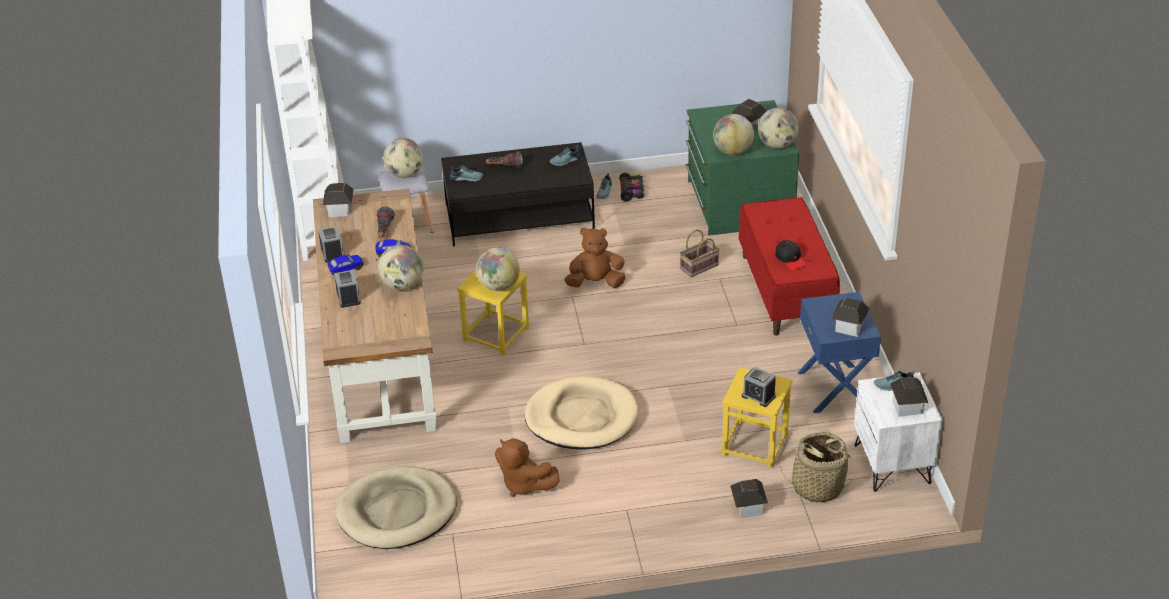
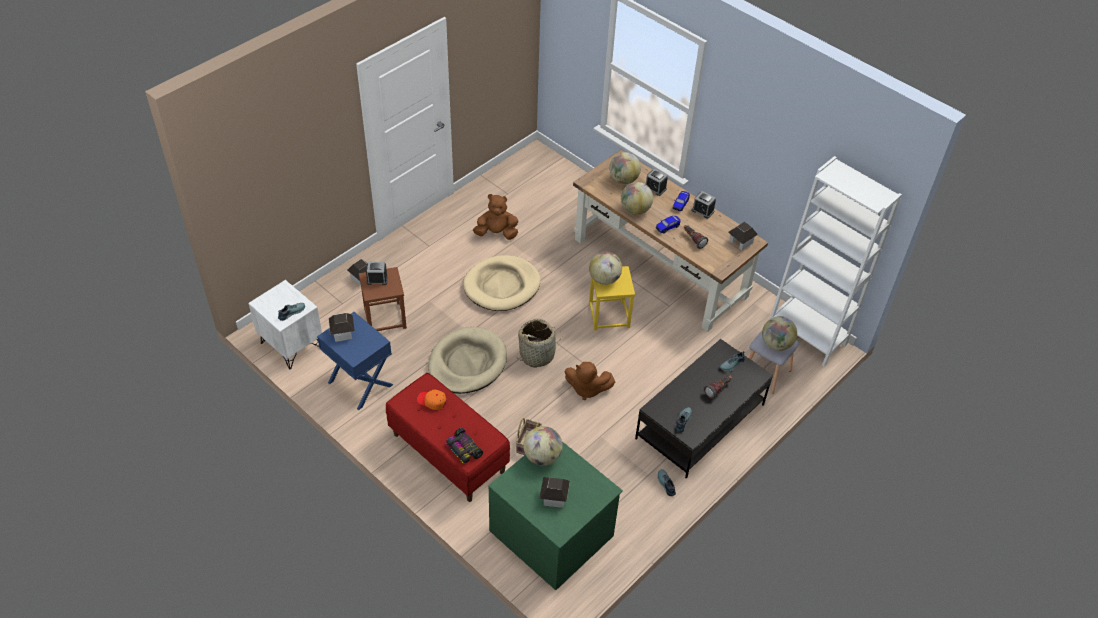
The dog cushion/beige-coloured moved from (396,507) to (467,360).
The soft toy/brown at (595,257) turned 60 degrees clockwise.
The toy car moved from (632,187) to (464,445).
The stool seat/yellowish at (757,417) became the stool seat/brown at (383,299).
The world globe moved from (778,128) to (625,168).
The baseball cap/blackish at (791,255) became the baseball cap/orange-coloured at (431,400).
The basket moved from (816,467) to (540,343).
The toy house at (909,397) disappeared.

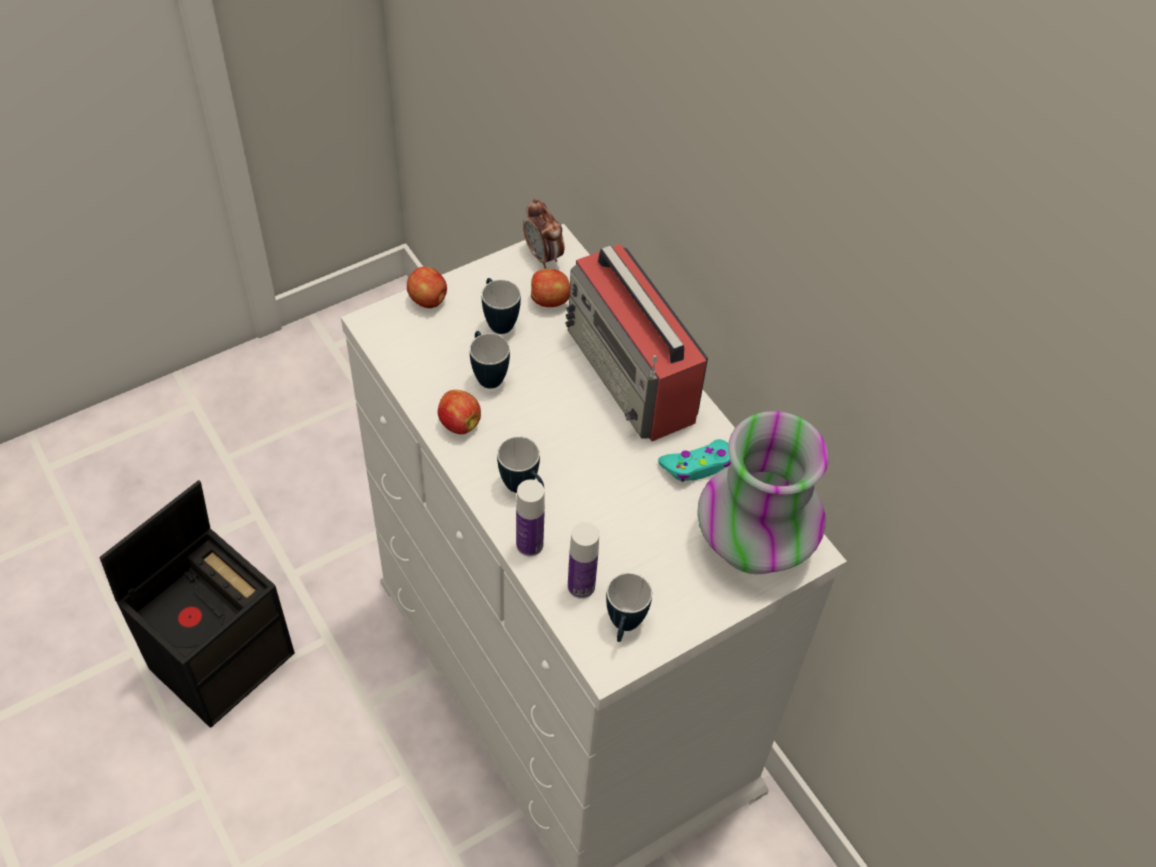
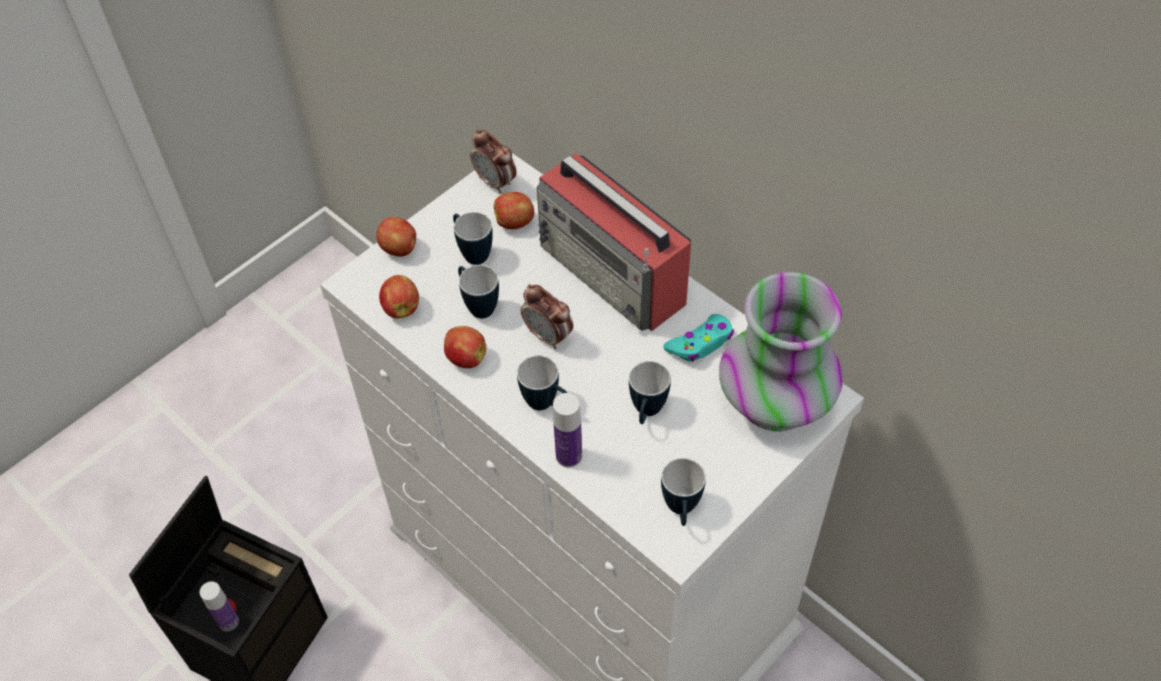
The beverage bottle moved from (583,560) to (219,606).
The apple at (399,296) appeared.
The alarm clock at (547,316) appeared.
The coffee mug at (650,392) appeared.

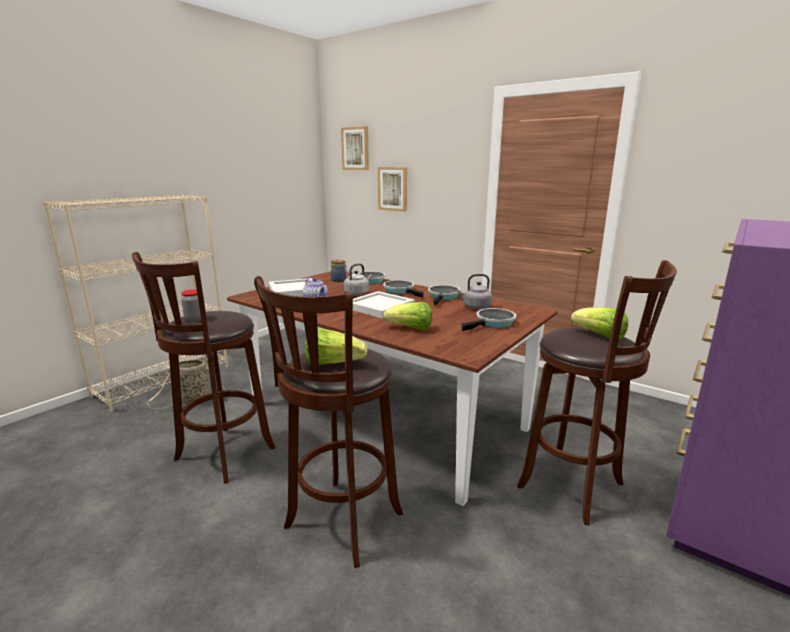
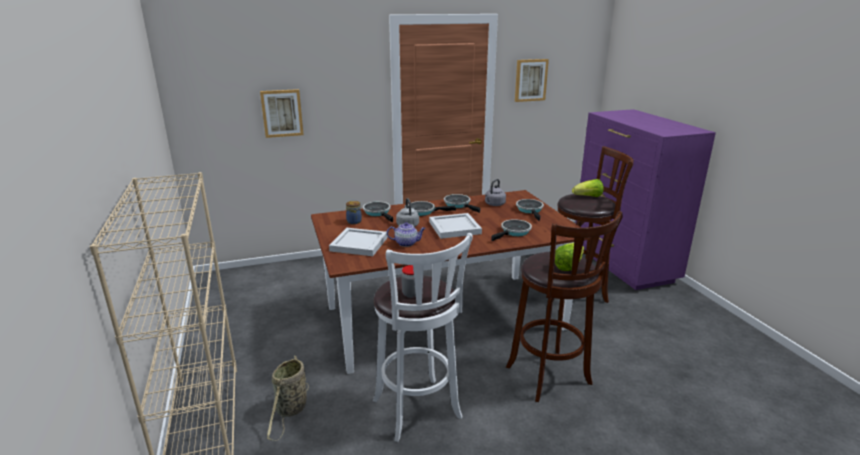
The stool seat/brown at (204,368) became the stool seat/white-coloured at (423,337).
The wall picture moved from (355,148) to (532,80).
The lettuce head at (408,316) was replaced by the frying pan at (511,230).

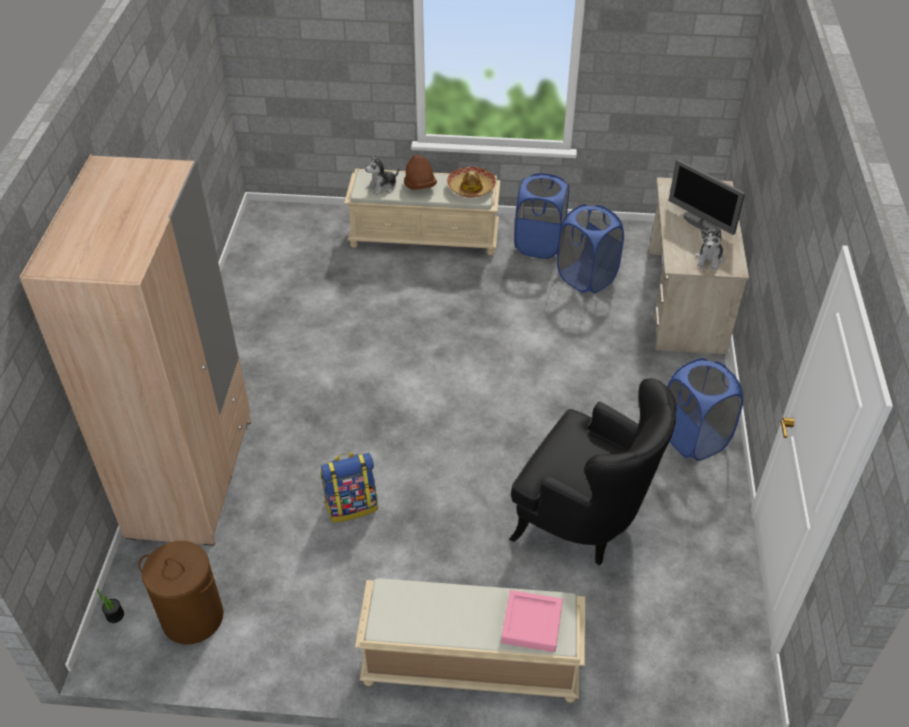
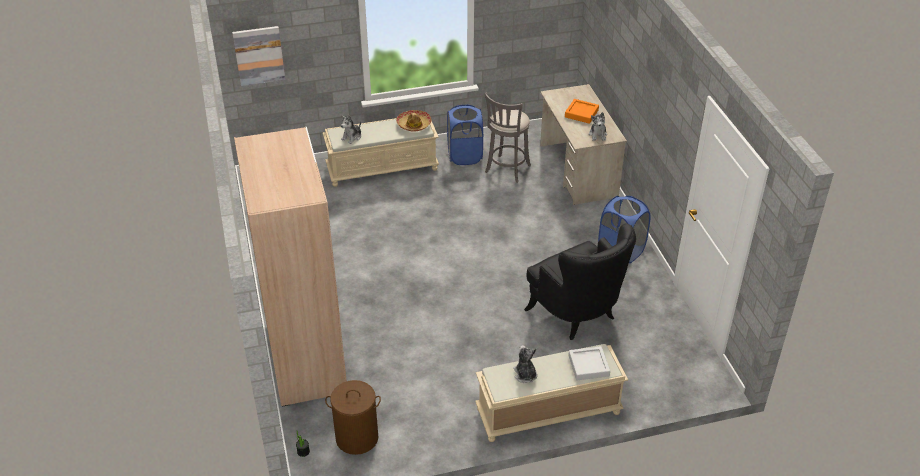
The knapsack at (349,487) disappeared.
The wearable hat/brown at (420,172) disappeared.
The tray/pinkish at (532,621) became the tray/gray at (589,363).
The lounge chair/blackish at (592,472) turned 45 degrees clockwise.
The laundry basket/bluish at (590,248) was replaced by the stool seat/gray at (507,138).
The monitor at (707,197) was replaced by the tray/orange-coloured at (582,111).
The wall picture at (258,56) appeared.
The soft toy at (525,364) appeared.

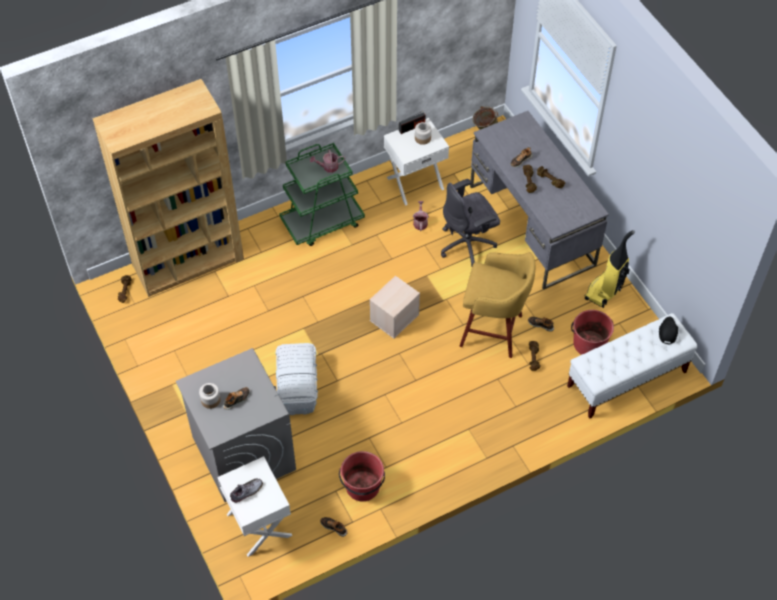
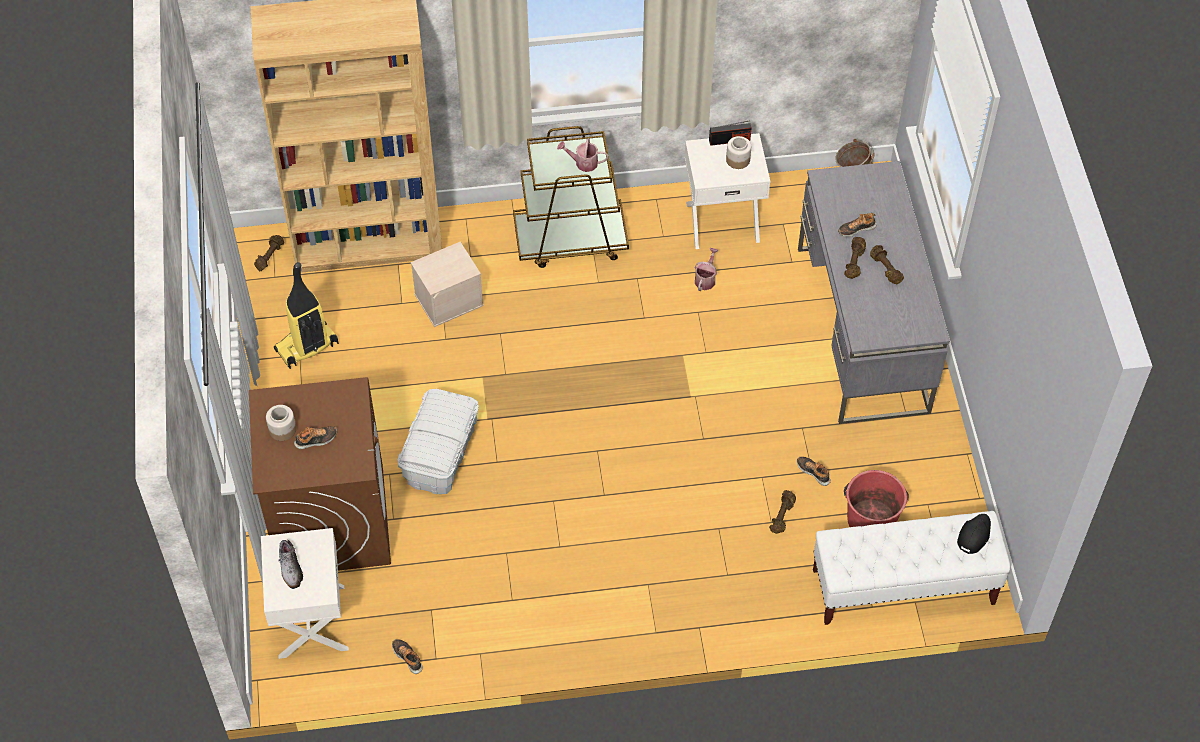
The laundry machine/gray at (236,425) became the laundry machine/brown at (320,474).
The item of footwear at (246,491) turned 90 degrees clockwise.
The trolley/green-coloured at (322,194) became the trolley/brown at (571,197).
The pail/reddish at (362,476) disappeared.
The storage box/beige-coloured moved from (395,307) to (447,284).
The desk chair/gray at (470,222) disappeared.
The stool seat/yellowish at (497,305) disappeared.
The vacuum moved from (610,269) to (306,315).

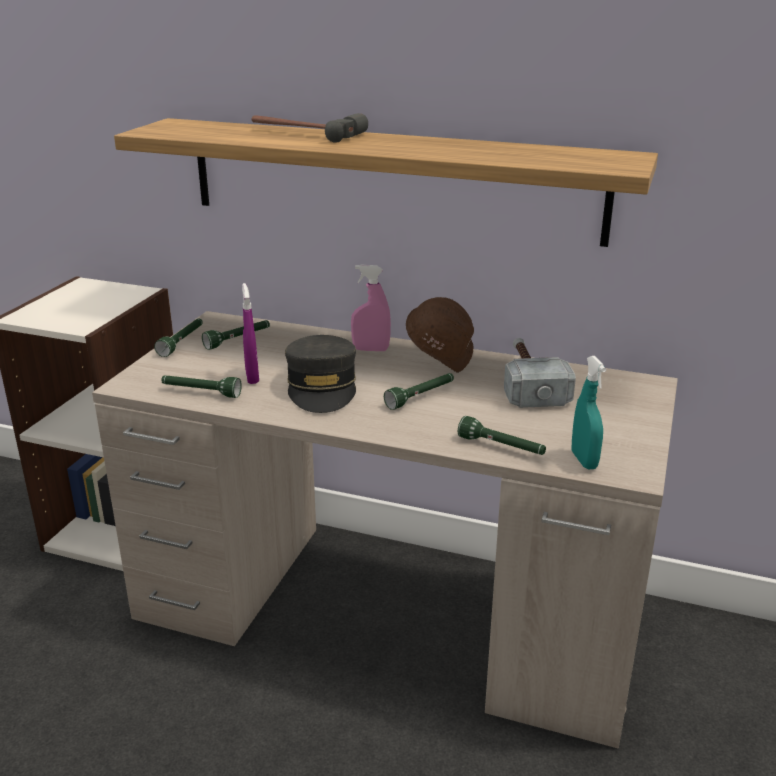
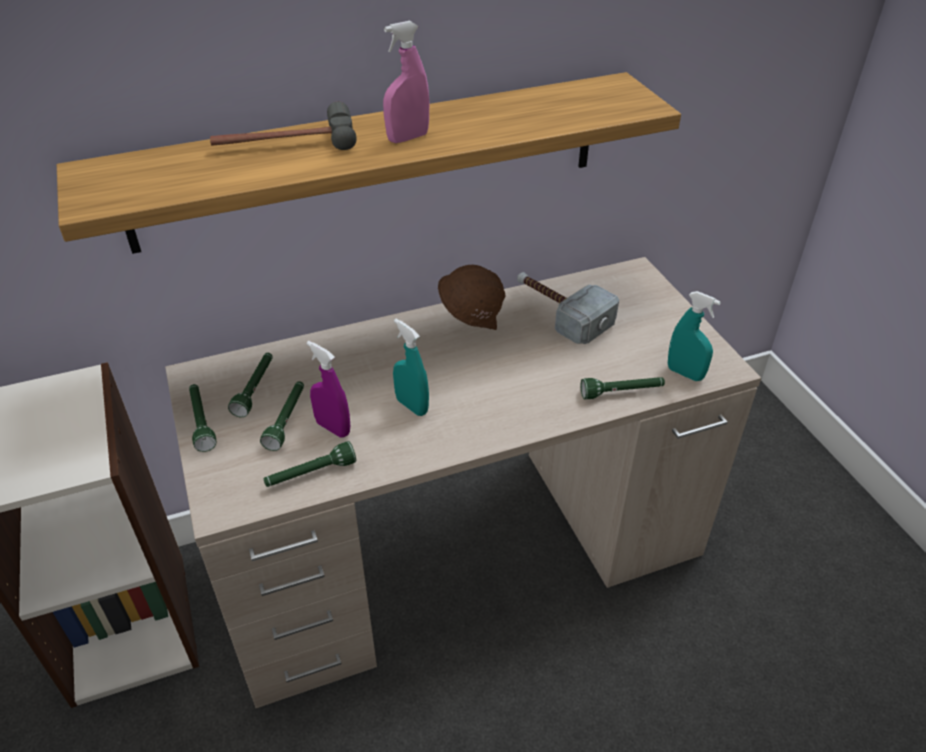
The baseball cap/gray at (320,374) was replaced by the sprayer/blue-green at (411,367).
The sprayer/pinkish moved from (371,307) to (406,82).
The torch/green-coloured moved from (419,391) to (282,416).

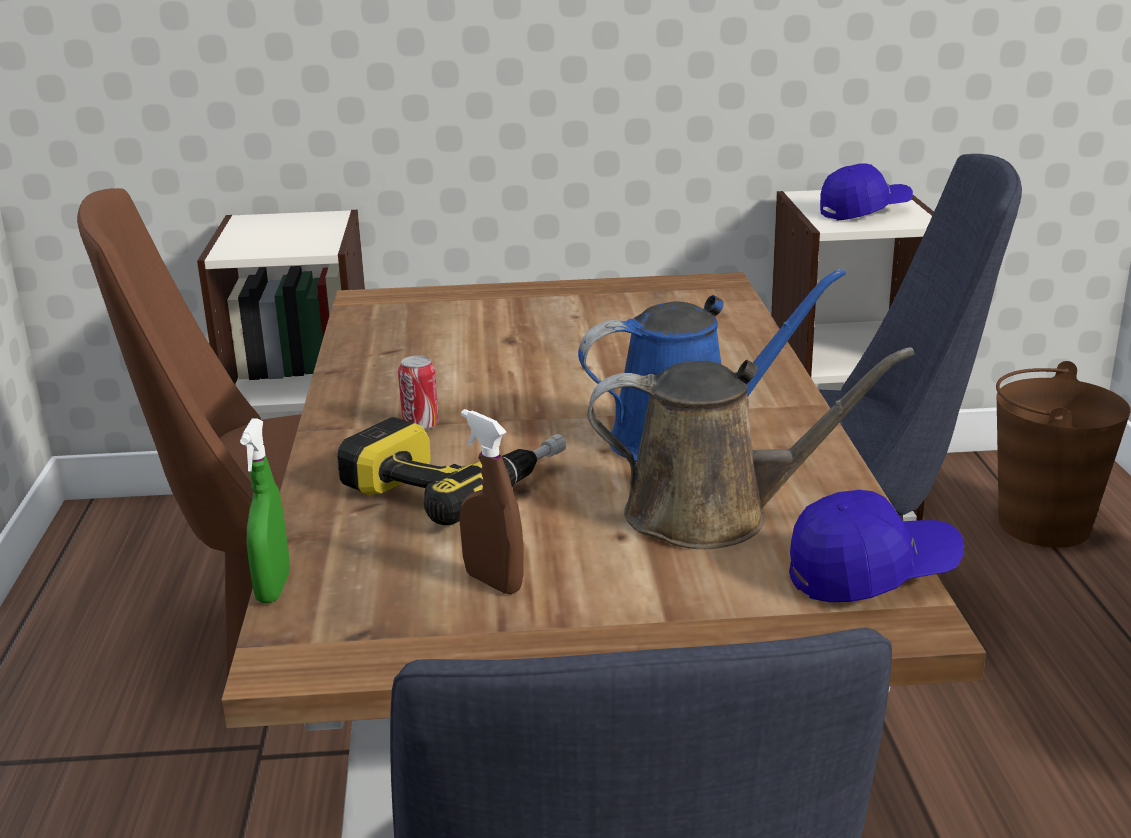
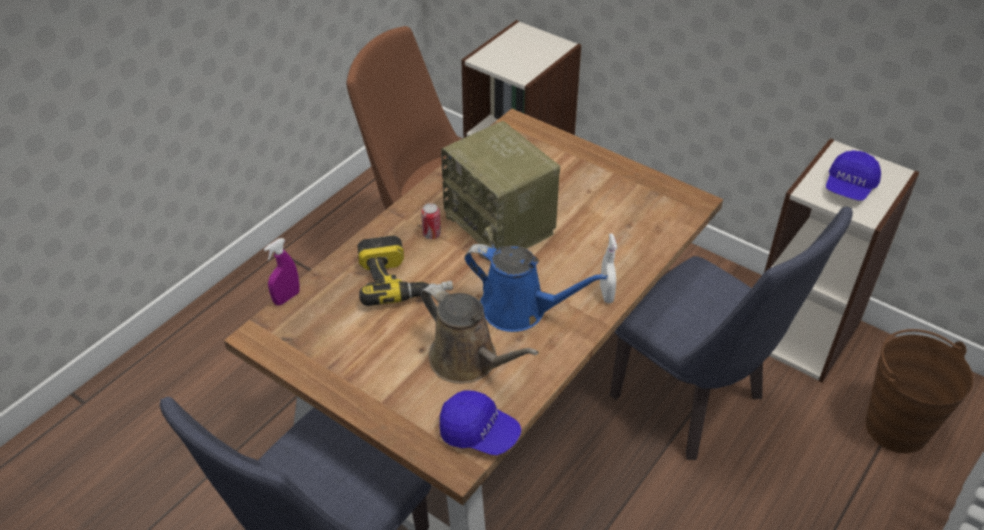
The sprayer/green-coloured at (265,510) became the sprayer/purplish at (282,272).
The sprayer/brown at (492,501) disappeared.
The baseball cap/bluish at (866,192) turned 105 degrees clockwise.
The radio at (500,191) appeared.
The sprayer/white-coloured at (608,268) appeared.

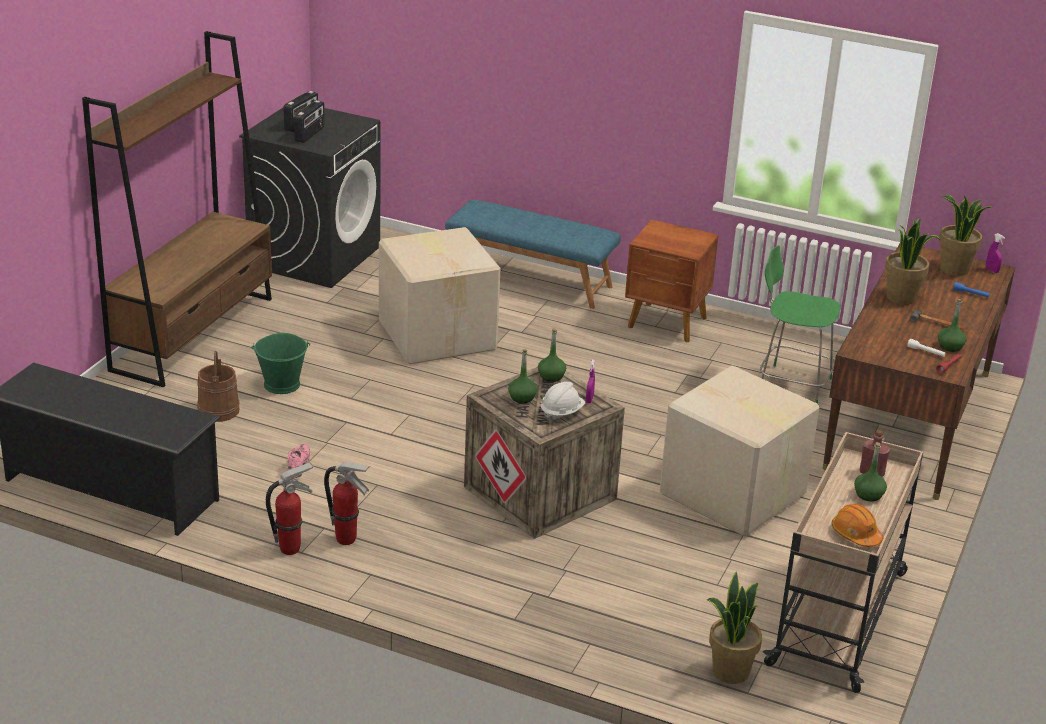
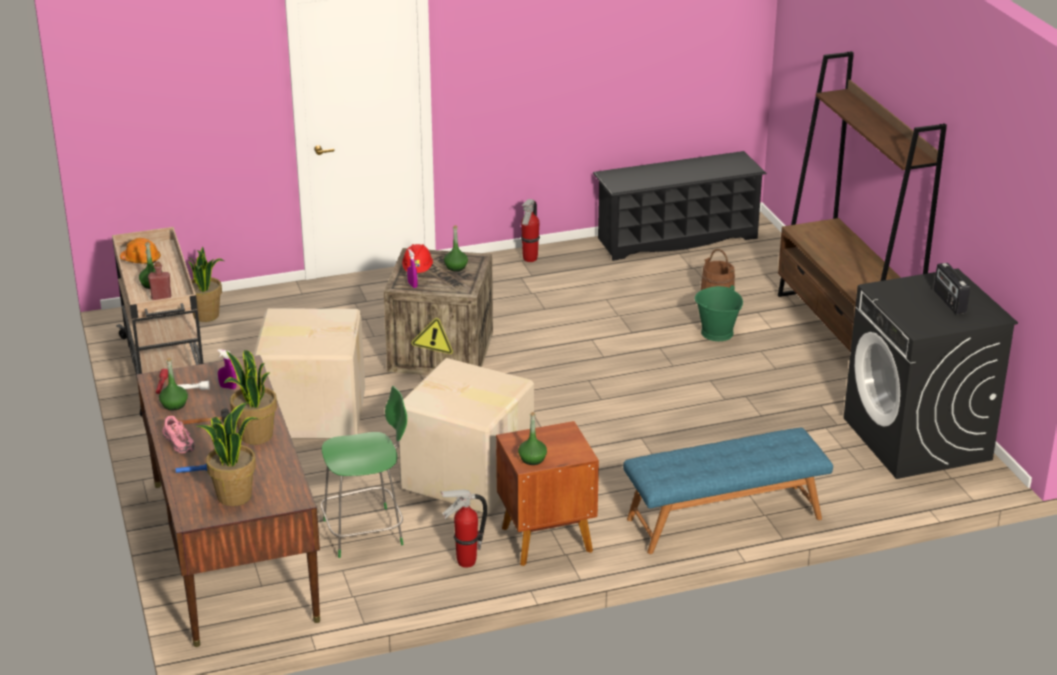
The item of footwear/pinkish moved from (298,461) to (179,434).
The radio at (309,121) disappeared.
The fire-fighting cylinder moved from (347,503) to (463,529).
The cardboard box moved from (440,295) to (466,436).
The beverage bottle/green-coloured moved from (552,355) to (532,438).
The work helmet/white-coloured at (563,401) became the work helmet/reddish at (417,258).
The sprayer/purplish moved from (995,253) to (227,369).

